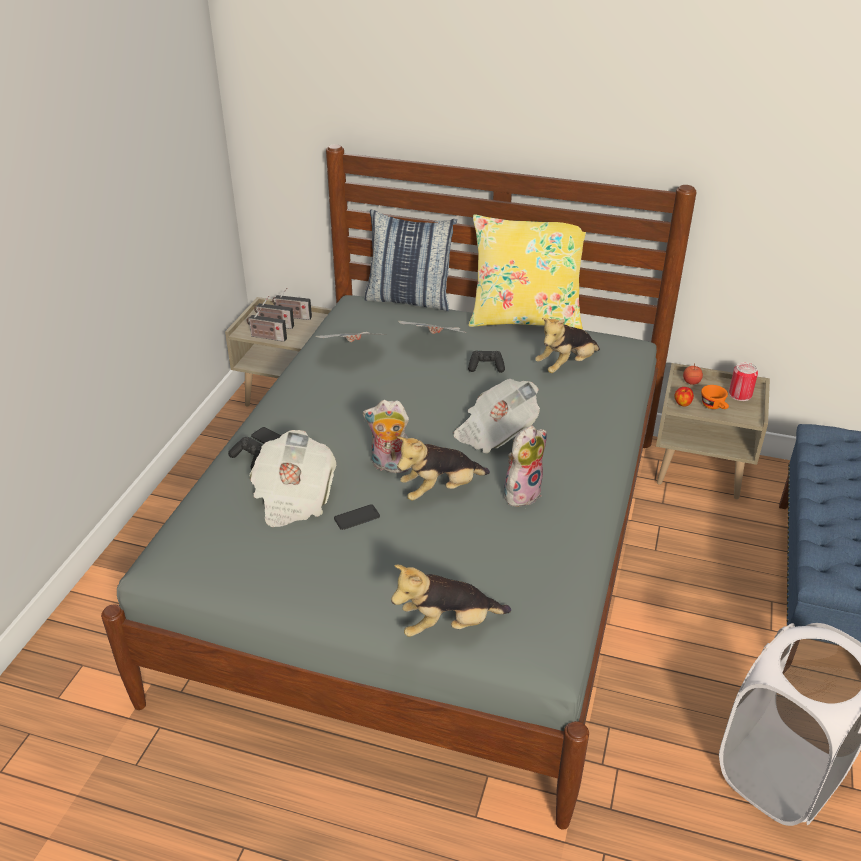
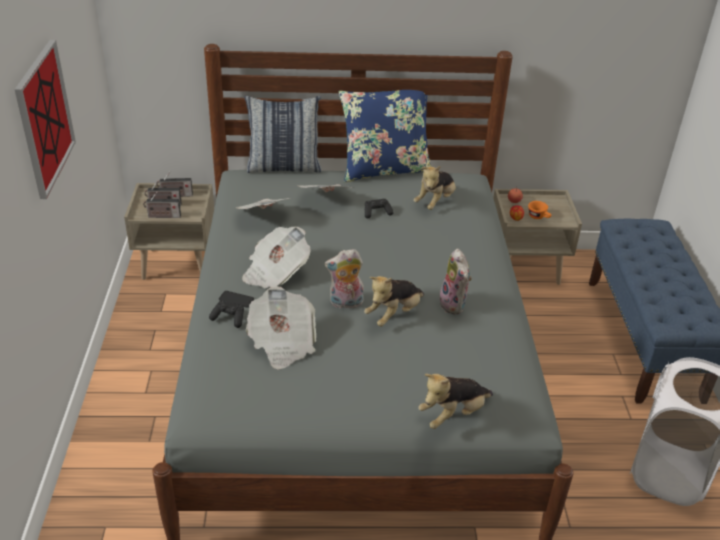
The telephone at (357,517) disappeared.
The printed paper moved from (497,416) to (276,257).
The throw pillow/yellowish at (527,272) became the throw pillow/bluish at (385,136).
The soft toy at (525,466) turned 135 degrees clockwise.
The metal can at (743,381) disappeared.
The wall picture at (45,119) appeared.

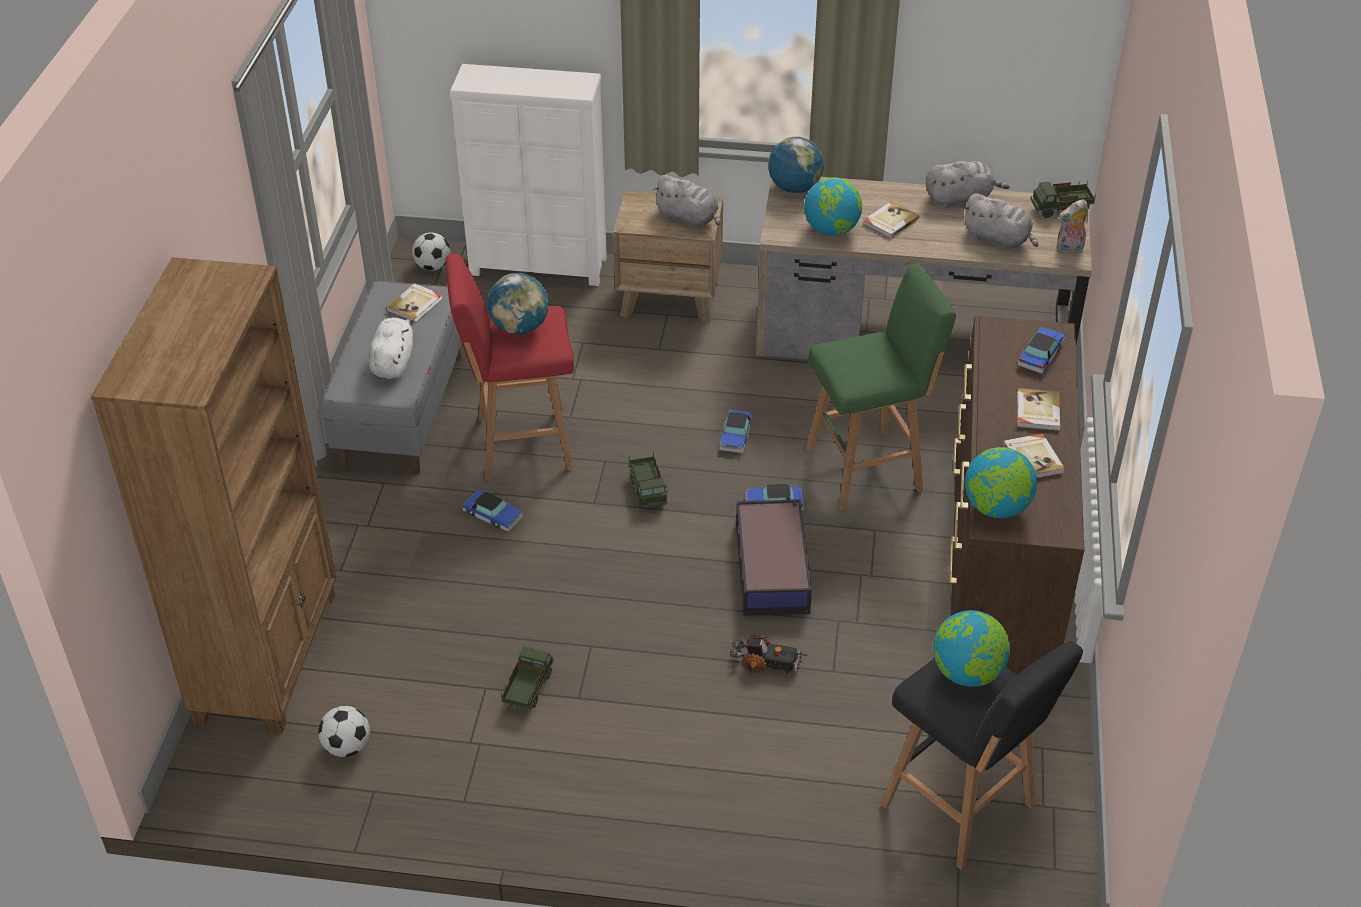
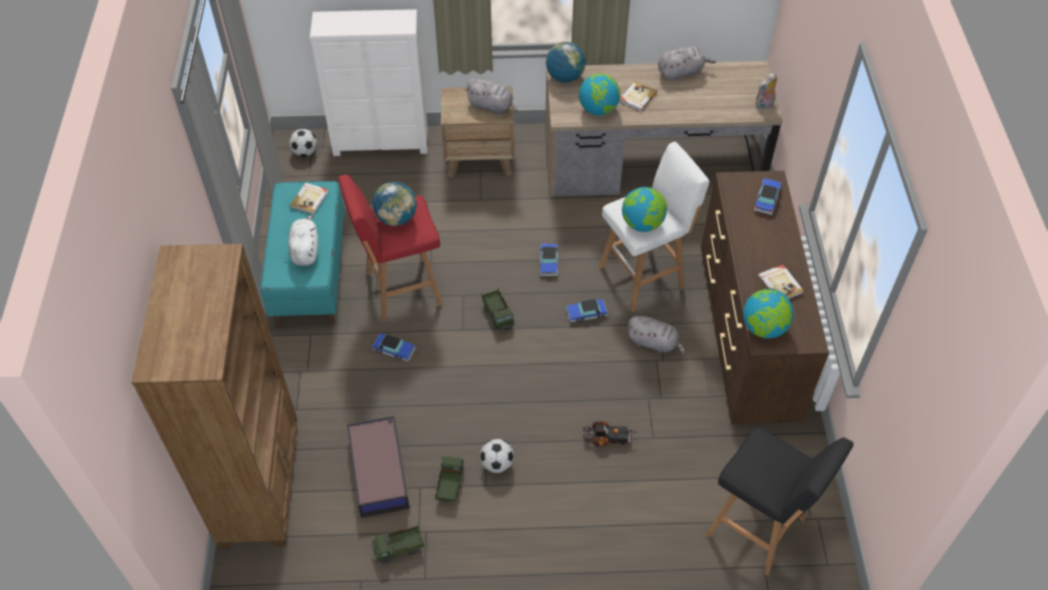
The ball for football moved from (344,731) to (497,456).
The bench/gray at (392,378) became the bench/blue-green at (302,253).
The storage box moved from (774,557) to (378,467).
The stool seat/green-coloured at (881,386) became the stool seat/white-coloured at (654,227).
The world globe moved from (971,648) to (644,209).
The soft toy/gray moved from (1000,221) to (656,335).
The bound book at (1039,409) disappeared.
The model truck moved from (1063,199) to (397,544).

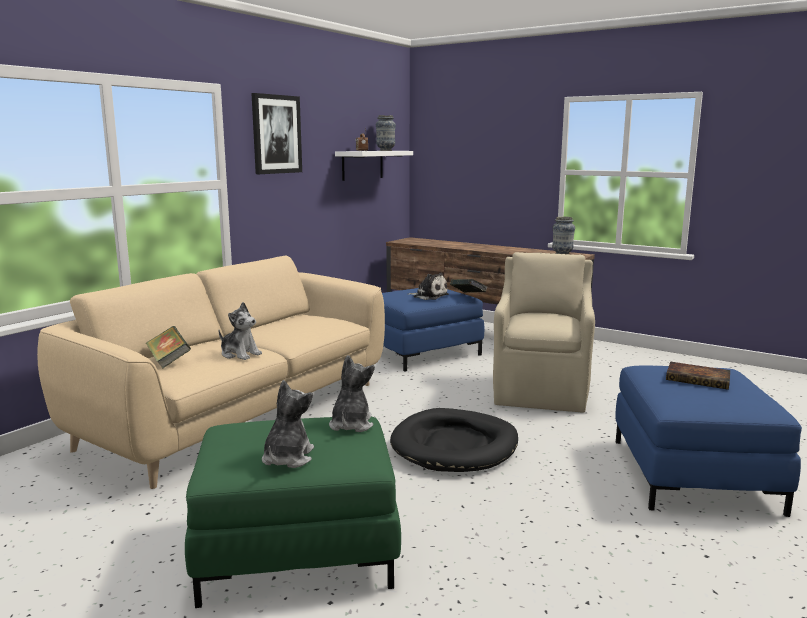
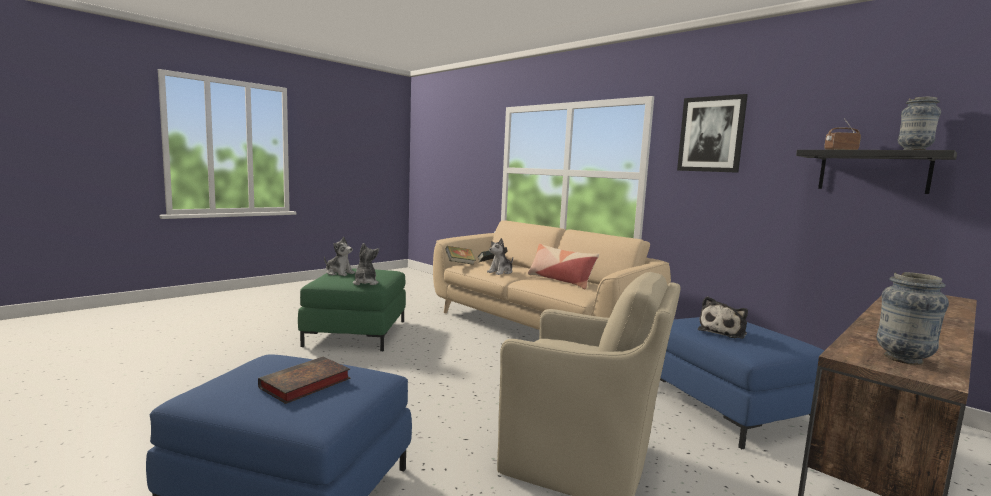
The soft toy at (352,393) turned 120 degrees counterclockwise.
The shelf/white-coloured at (374,166) became the shelf/blackish at (876,172).
The dog cushion/blackish at (454,440) disappeared.
The bound book moved from (468,286) to (460,255).
The throw pillow at (563,266) appeared.

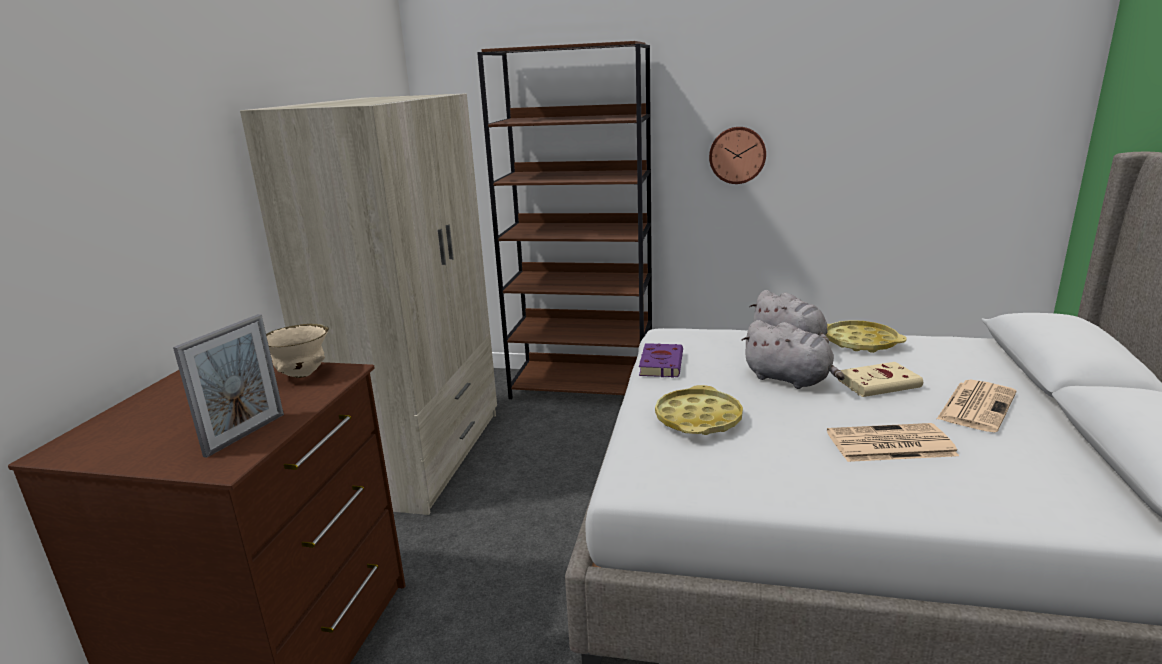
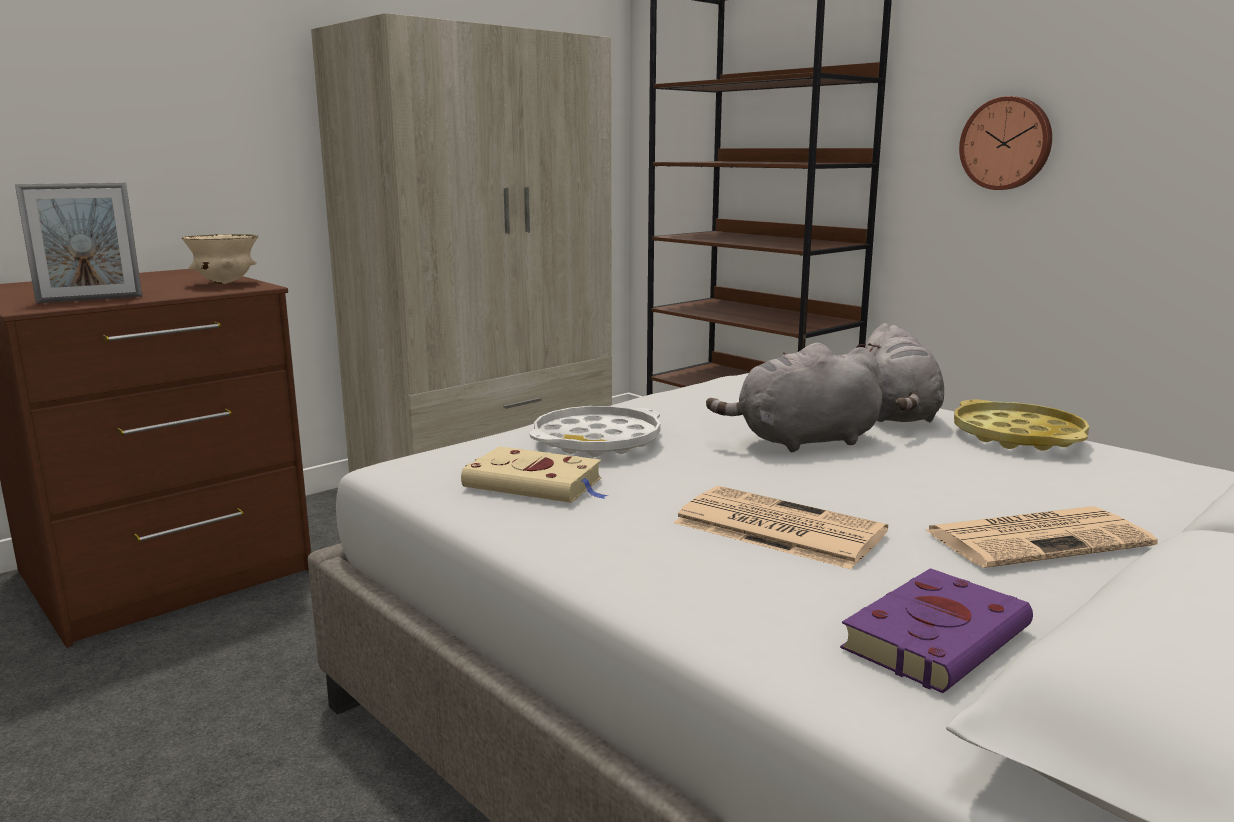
The bound book/purplish moved from (661,360) to (936,630).
The tray/yellowish at (699,410) became the tray/white-coloured at (595,431).
The soft toy/gray at (793,354) turned 90 degrees clockwise.
The bound book/beige-coloured moved from (880,379) to (535,474).

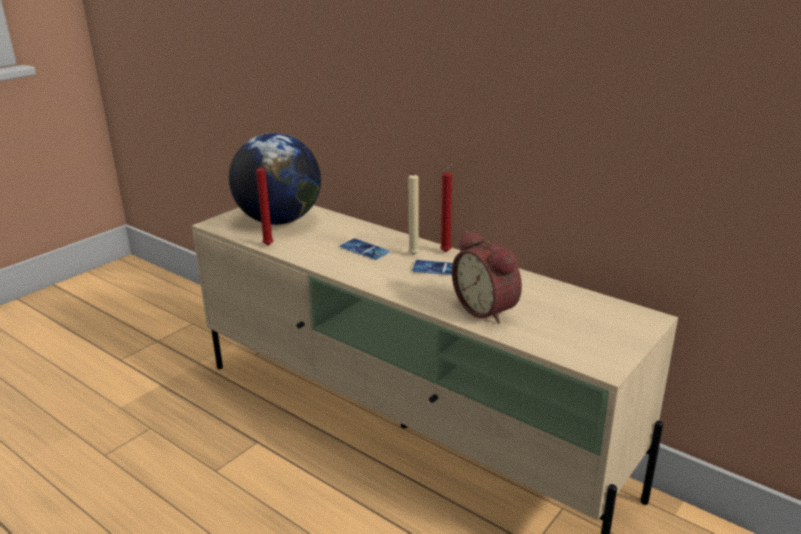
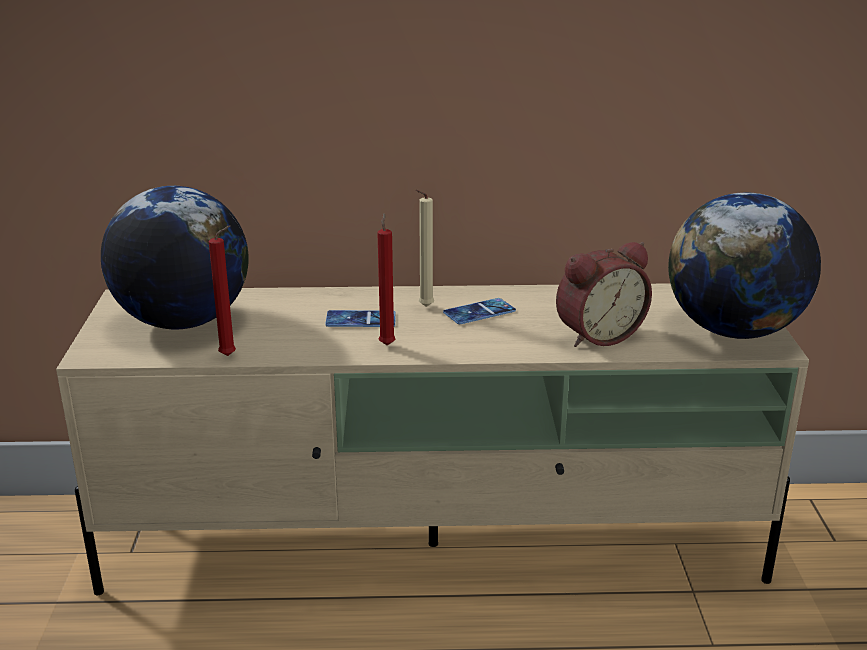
The wax candle/reddish moved from (446,207) to (386,279).
The alarm clock at (487,277) turned 45 degrees counterclockwise.
The world globe at (744,265) appeared.

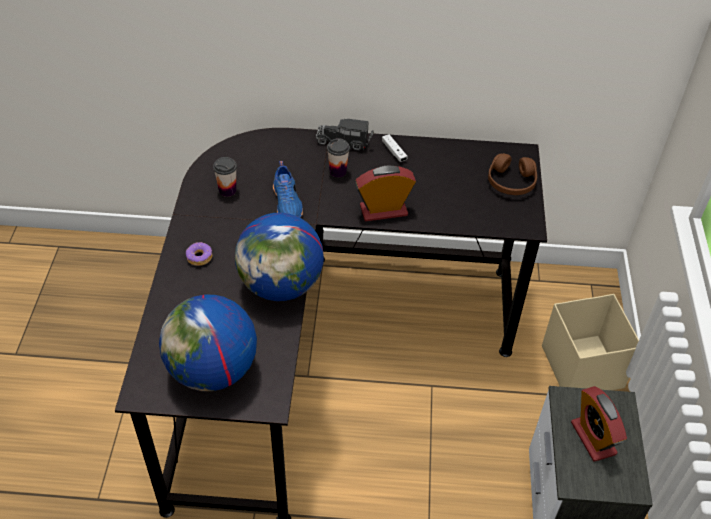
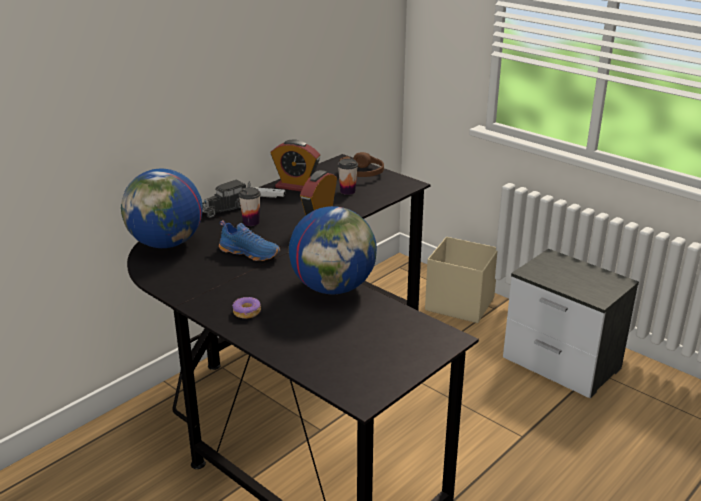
The world globe moved from (208,343) to (162,208).
The small cup moved from (225,177) to (348,177).
The alarm clock moved from (599,424) to (295,166).

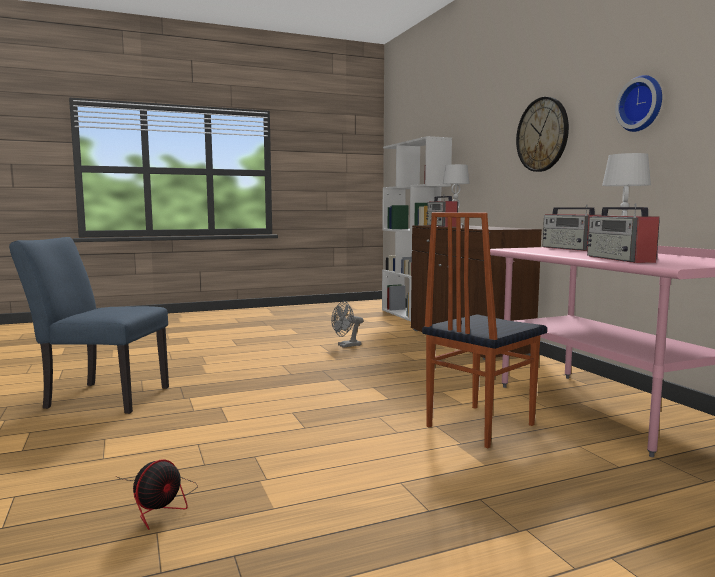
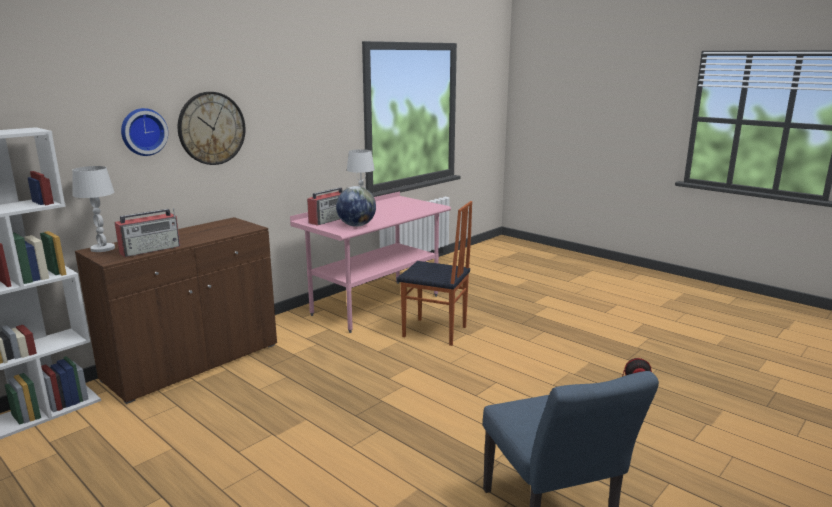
The fan/gray at (347,324) disappeared.
The radio at (623,233) disappeared.
The clock on the wall moved from (638,103) to (144,132).
The world globe at (356,206) appeared.

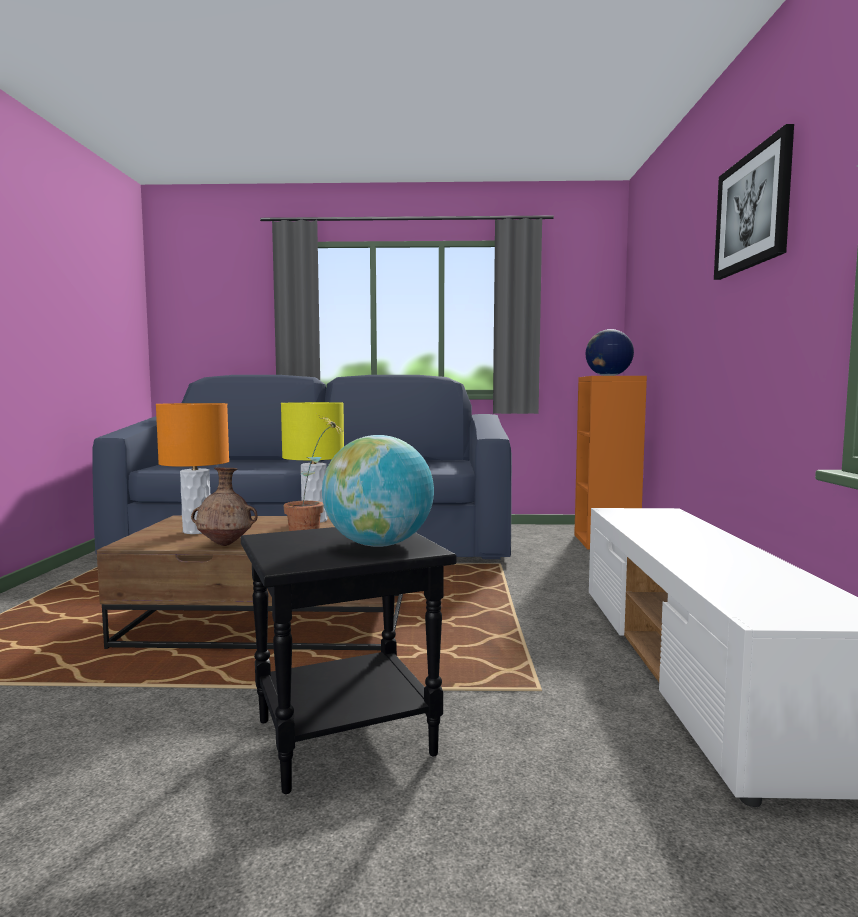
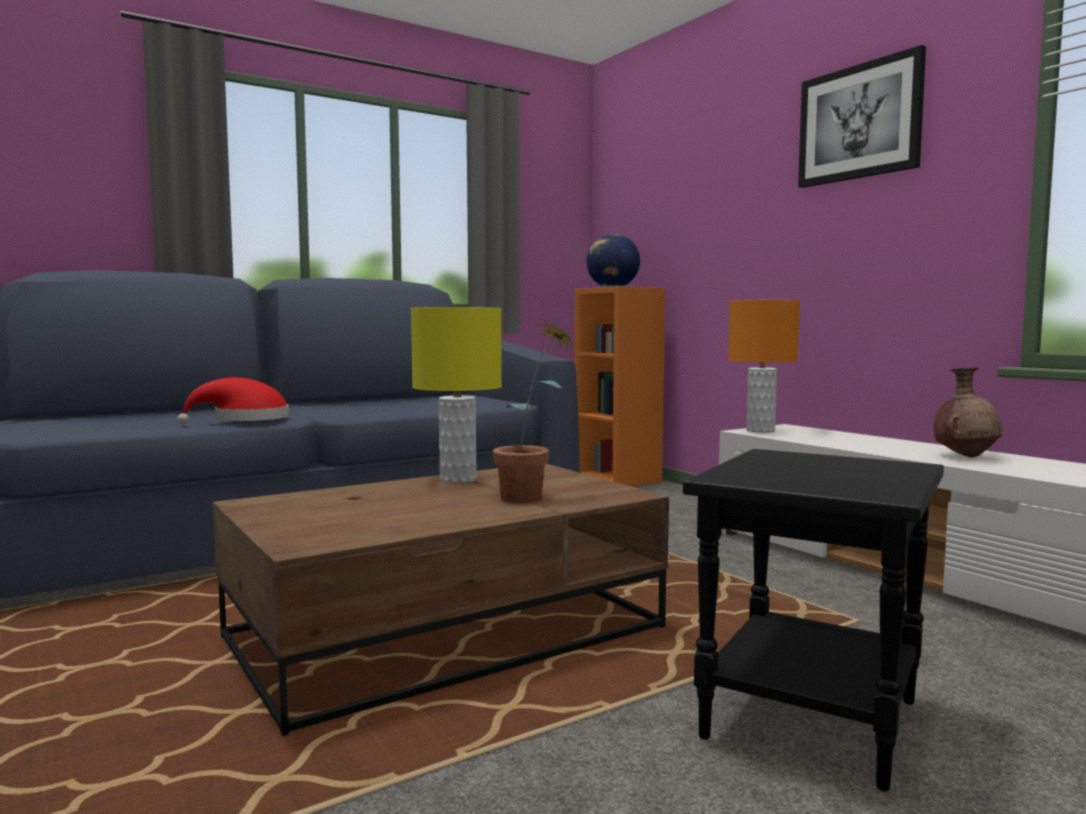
The tabletop lamp/orange-coloured moved from (192,468) to (764,366).
The decorative vase/brown moved from (224,506) to (968,412).
The world globe at (378,491) disappeared.
The wearable hat/reddish at (233,400) appeared.

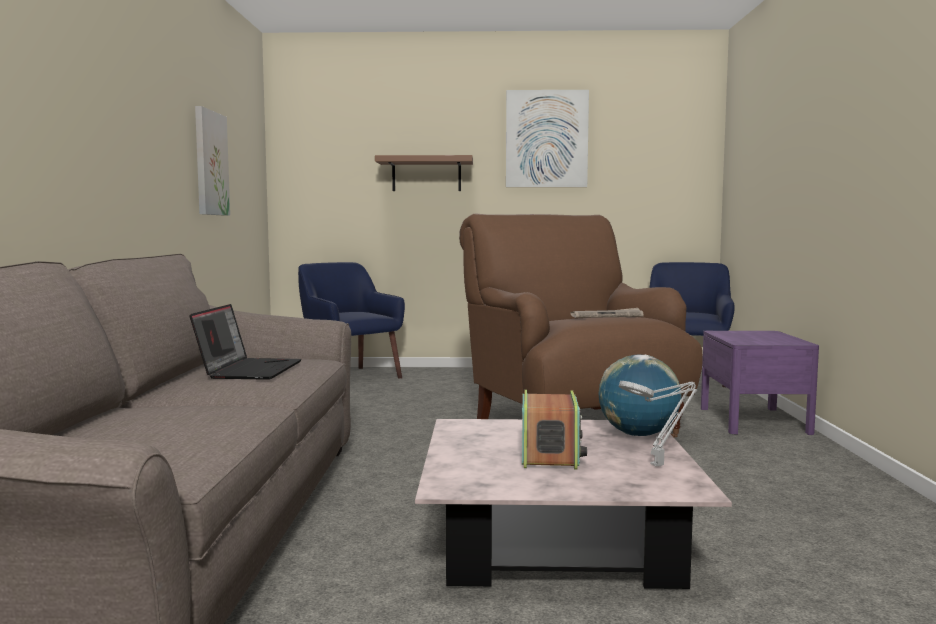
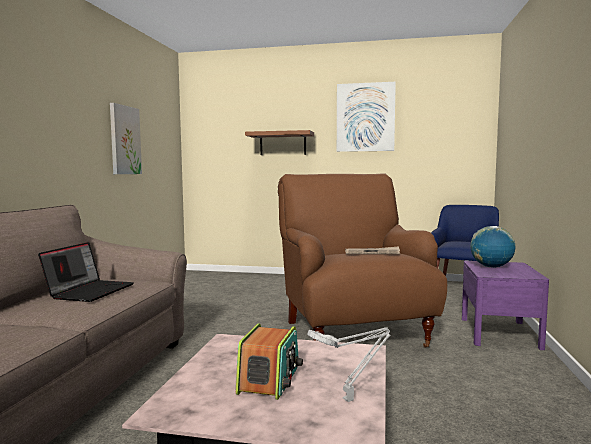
The lounge chair/bluish at (351,320) disappeared.
The world globe moved from (640,395) to (492,246).

